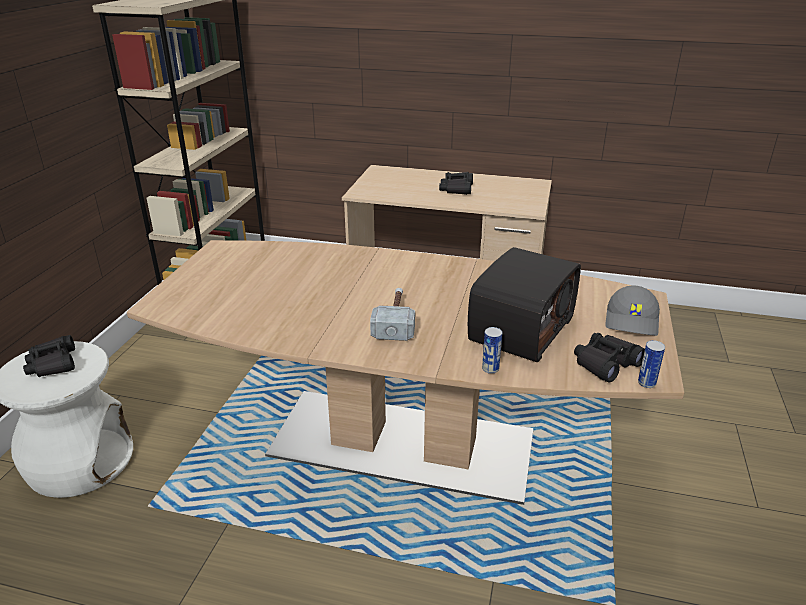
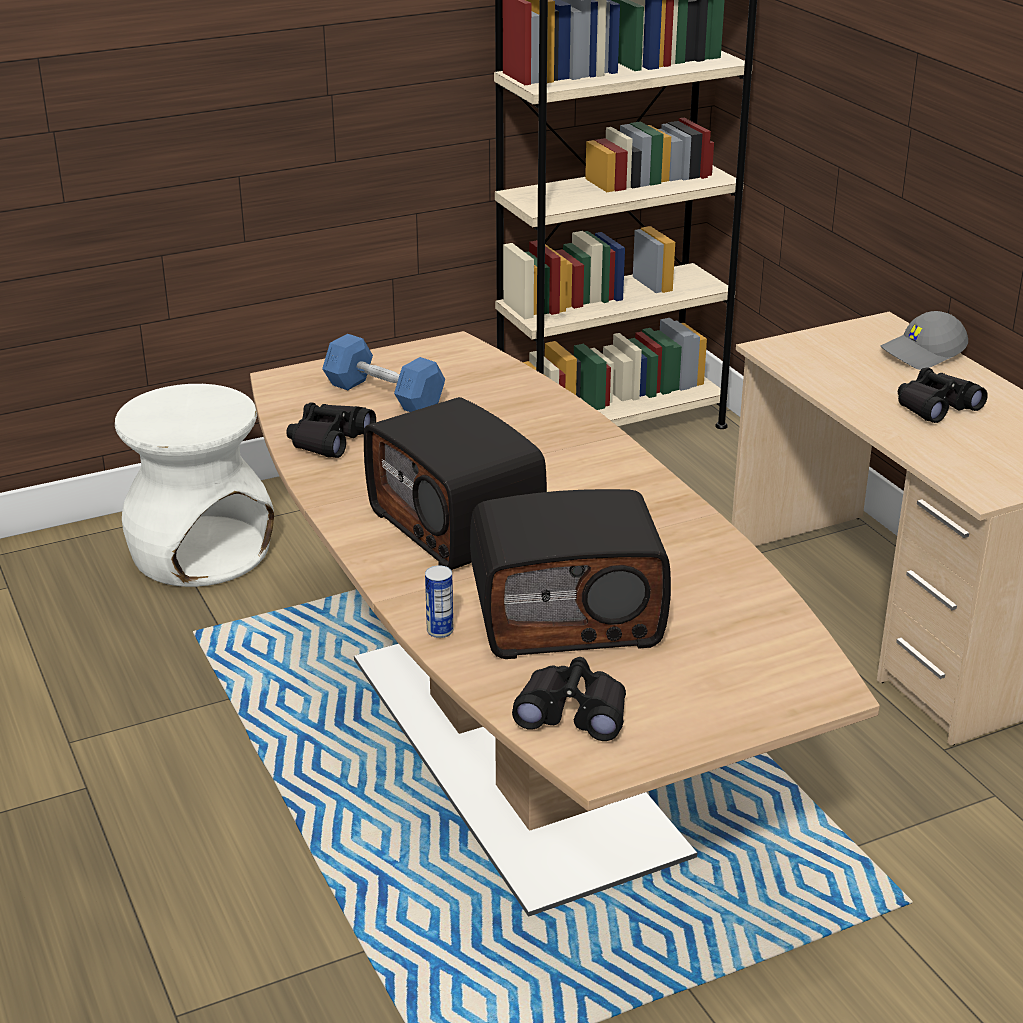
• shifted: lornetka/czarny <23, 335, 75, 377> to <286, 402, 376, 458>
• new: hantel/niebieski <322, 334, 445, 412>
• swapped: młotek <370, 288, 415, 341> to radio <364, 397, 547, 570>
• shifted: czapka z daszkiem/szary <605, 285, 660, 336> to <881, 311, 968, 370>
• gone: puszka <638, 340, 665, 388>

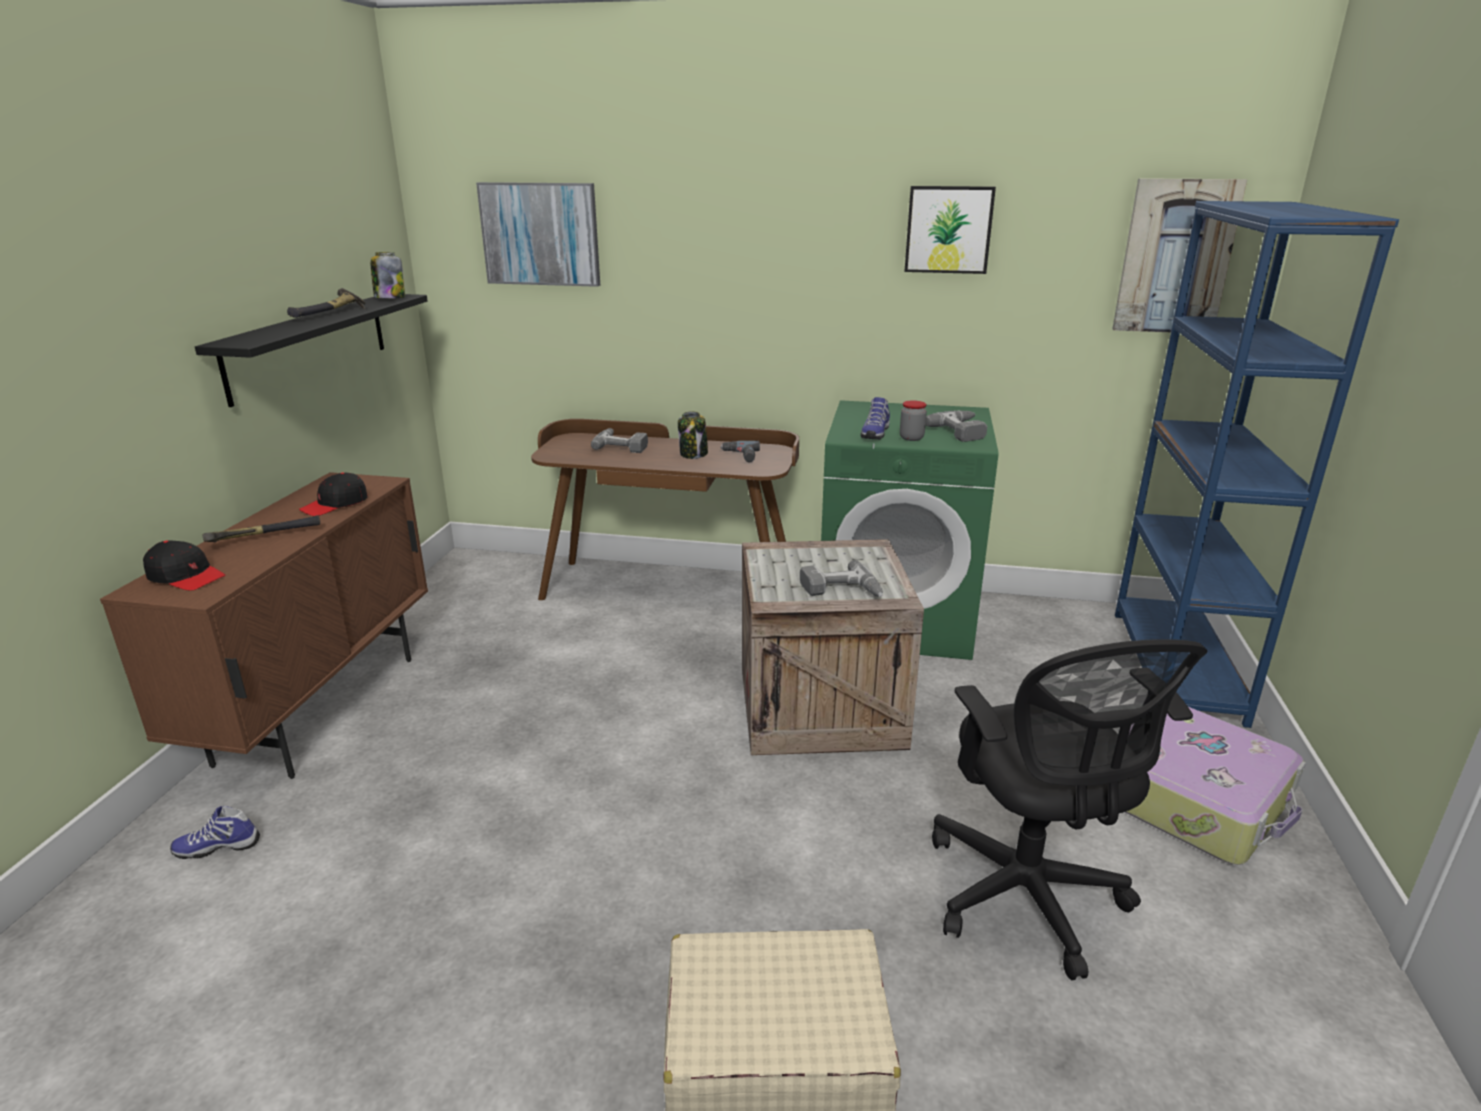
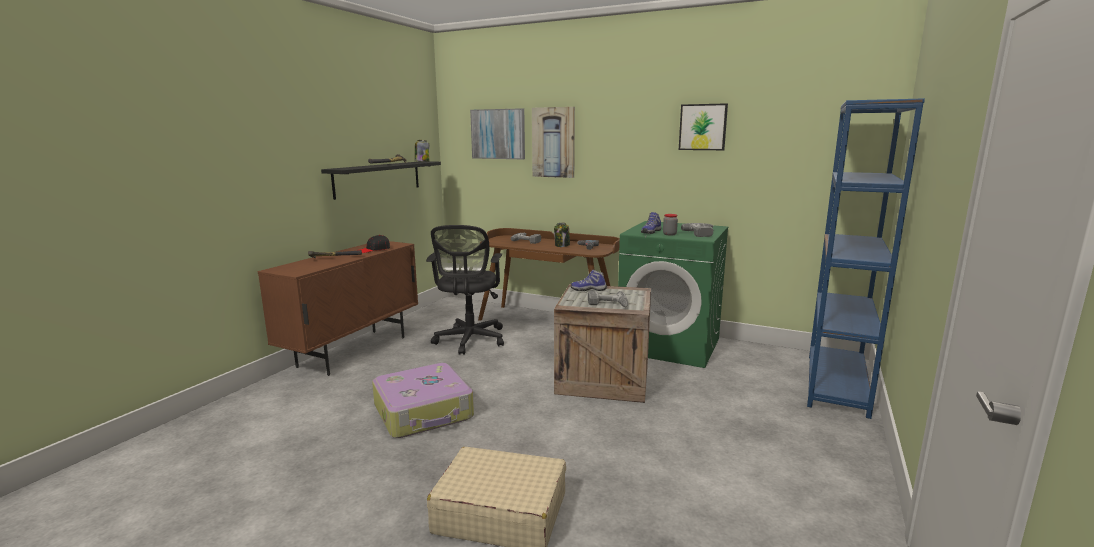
• shifted: walizka <1126, 707, 1306, 865> to <372, 363, 474, 438>
• shifted: krzesło biurowe/czarny <932, 639, 1208, 980> to <426, 225, 504, 355>
• shifted: obraz <1112, 178, 1247, 332> to <532, 107, 575, 178>
• shifted: but <170, 806, 260, 859> to <571, 270, 607, 291>
• gone: czapka z daszkiem/czarny <143, 540, 225, 591>

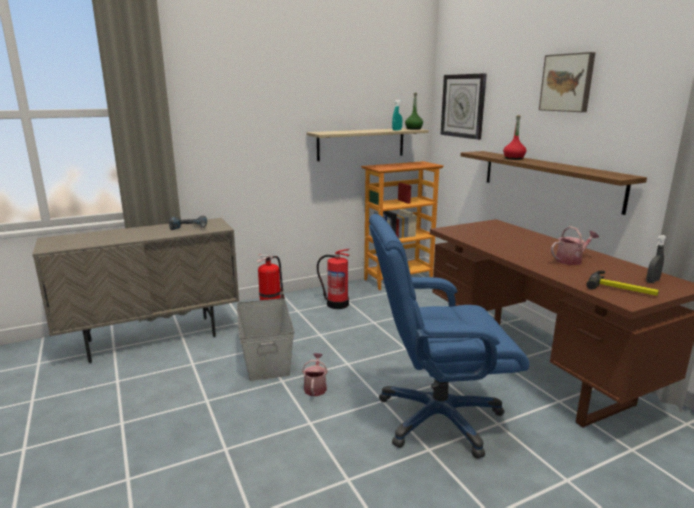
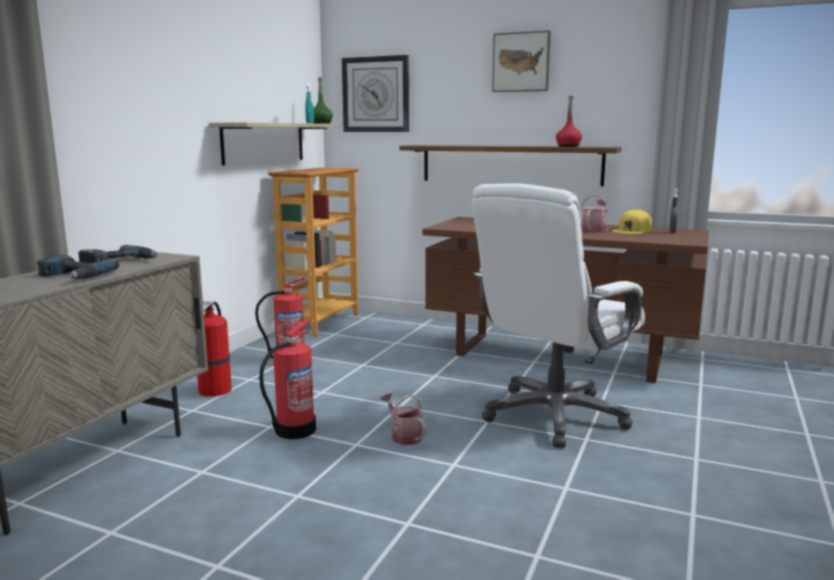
• new: wiertarka <36, 255, 119, 279>
• swapped: pojemnik do przechowywania/szary <237, 298, 294, 381> to gaśnica <259, 320, 316, 439>
• repainted: krzesło biurowe/niebieski <369, 214, 530, 459> to krzesło biurowe/biały <472, 184, 645, 448>
• shifted: butelka/czerwony <503, 115, 526, 160> to <556, 95, 582, 147>
• new: czapka z daszkiem/żółty <612, 209, 652, 234>
• gone: młotek <586, 271, 659, 296>

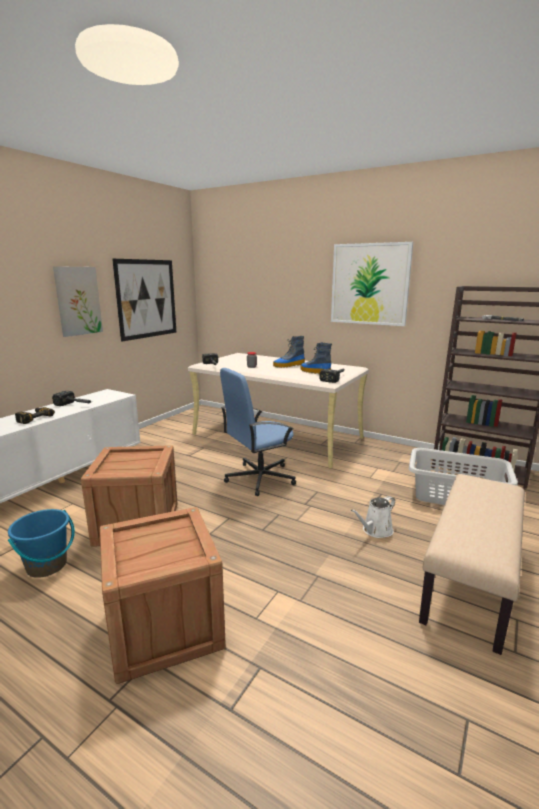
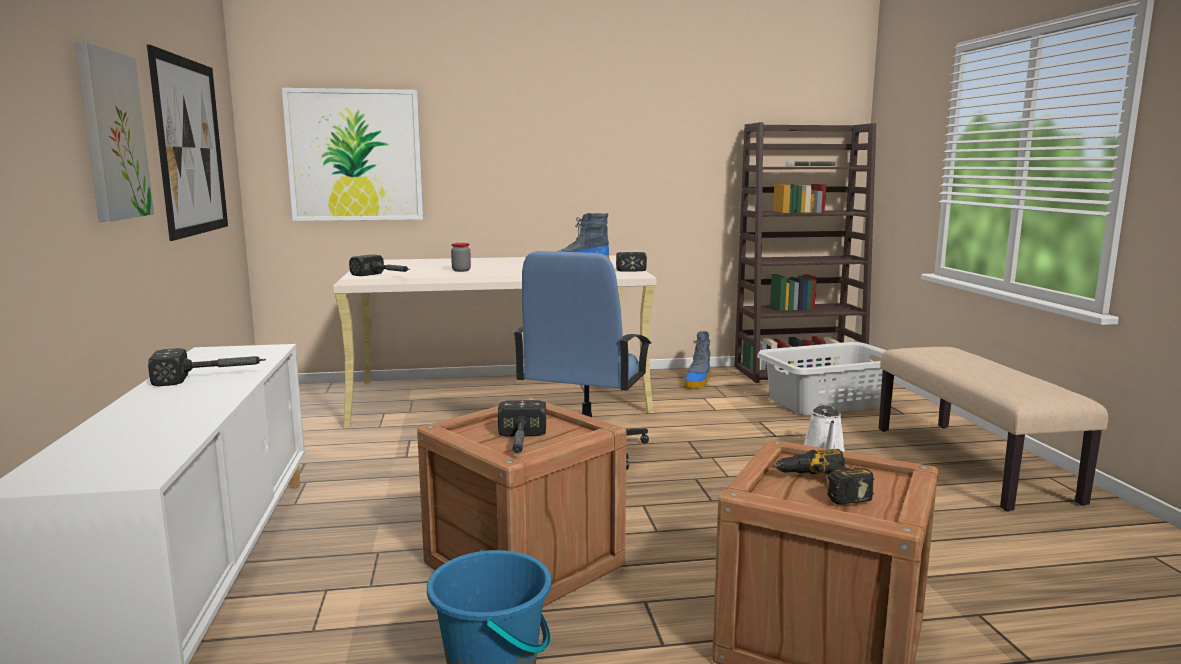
• shifted: obraz <331, 242, 413, 326> to <282, 88, 423, 221>
• new: młotek <498, 400, 546, 453>
• shifted: but z cholewką <273, 336, 305, 368> to <684, 331, 711, 389>
• shifted: wiertarka <15, 407, 55, 424> to <773, 449, 875, 504>

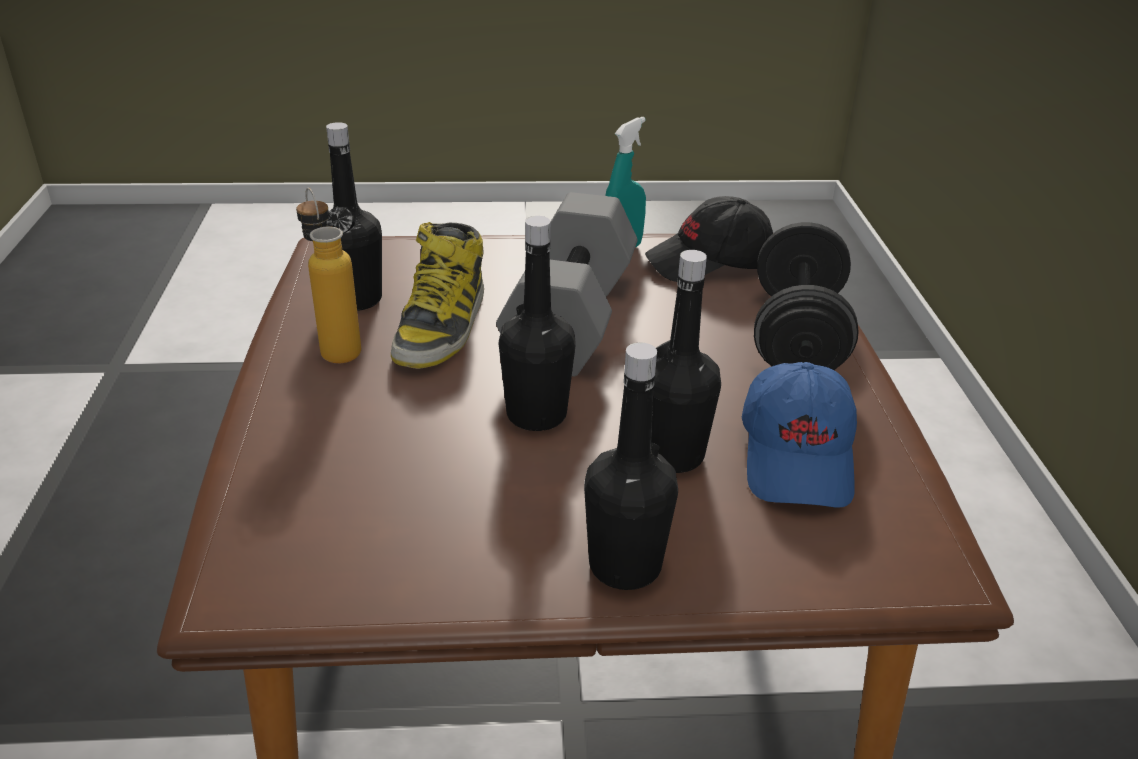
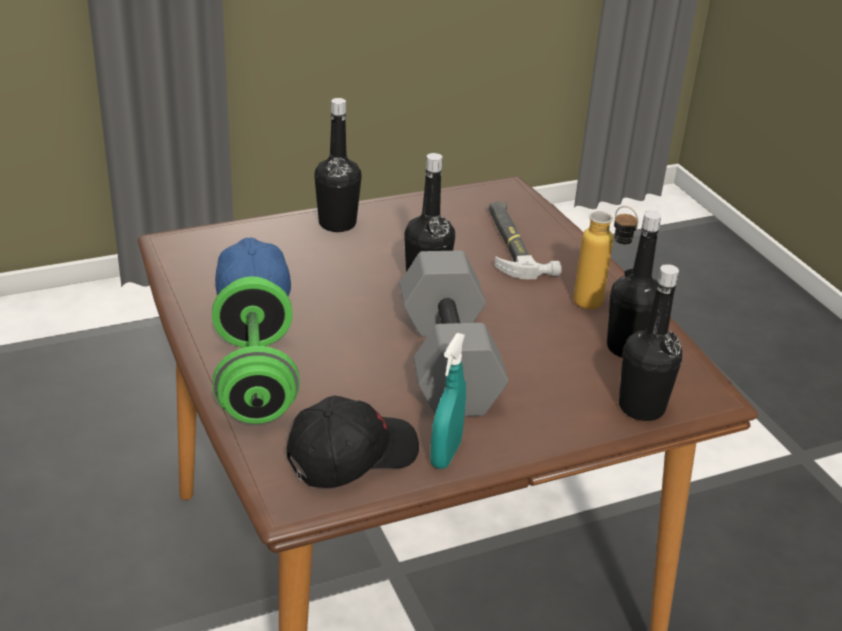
• repainted: hantel/czarny <754, 222, 859, 370> to hantel/zielony <212, 276, 300, 424>
• new: młotek <489, 202, 561, 279>
• shifted: butelka/czarny <651, 250, 721, 473> to <619, 264, 682, 421>
• gone: but z cholewką <391, 222, 484, 369>

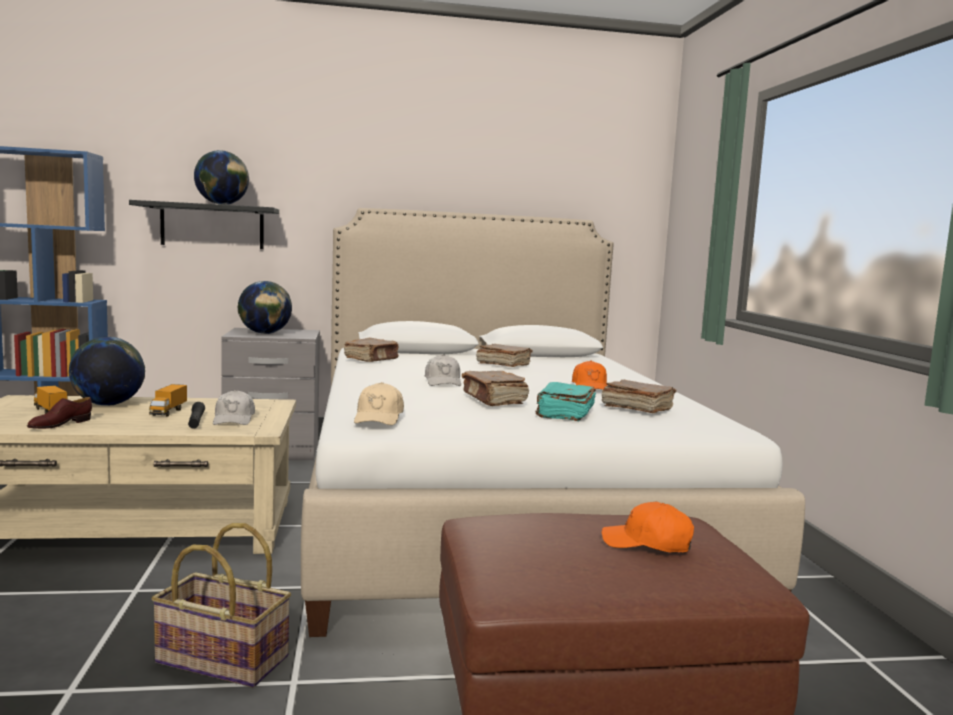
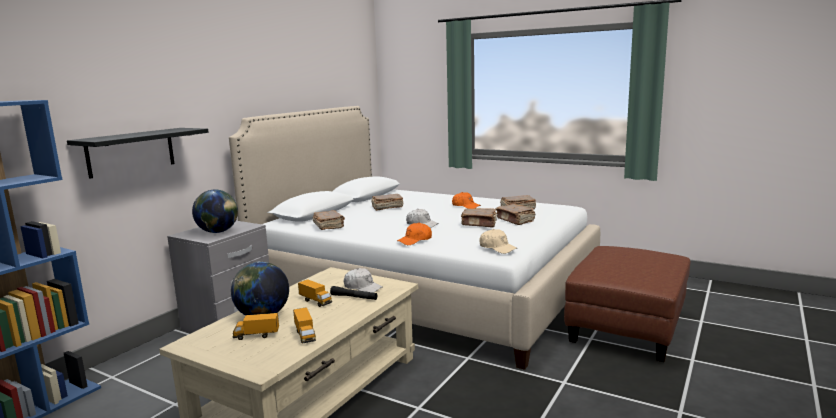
• swapped: but/brązowy <27, 397, 92, 429> to ciężarówka zabawkowa <293, 307, 316, 344>
• shifted: czapka z daszkiem/pomarańczowy <602, 502, 694, 552> to <397, 222, 432, 245>
• repainted: książka/turkusowy <536, 382, 596, 421> to książka/brązowy <496, 204, 535, 225>
• gone: koszyk <151, 523, 291, 687>
• gone: globus <194, 150, 249, 205>

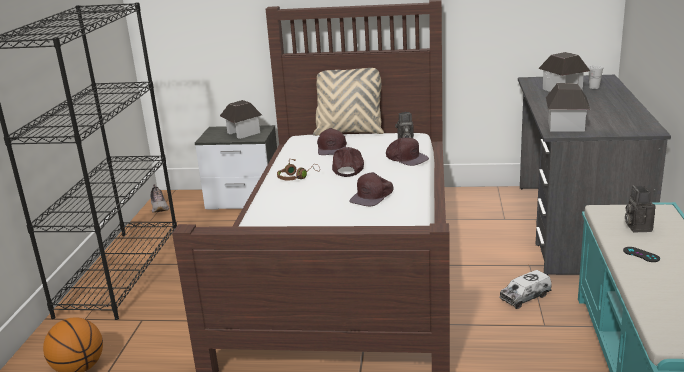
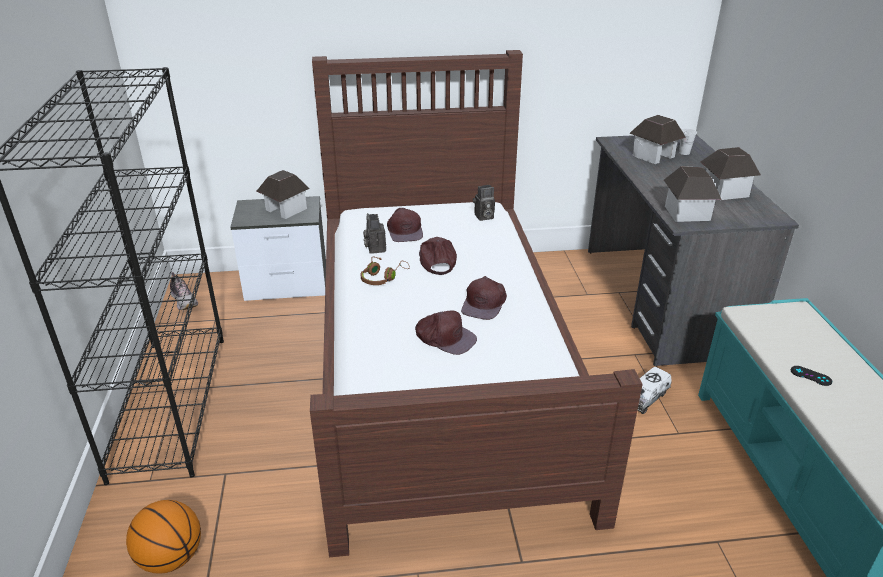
• shifted: aparat fotograficzny <625, 185, 655, 232> to <363, 213, 386, 254>
• shifted: czapka z daszkiem/brązowy <386, 137, 429, 166> to <415, 310, 477, 355>
• new: domek <700, 147, 761, 200>
• gone: poduszka/beżowy <313, 68, 384, 136>

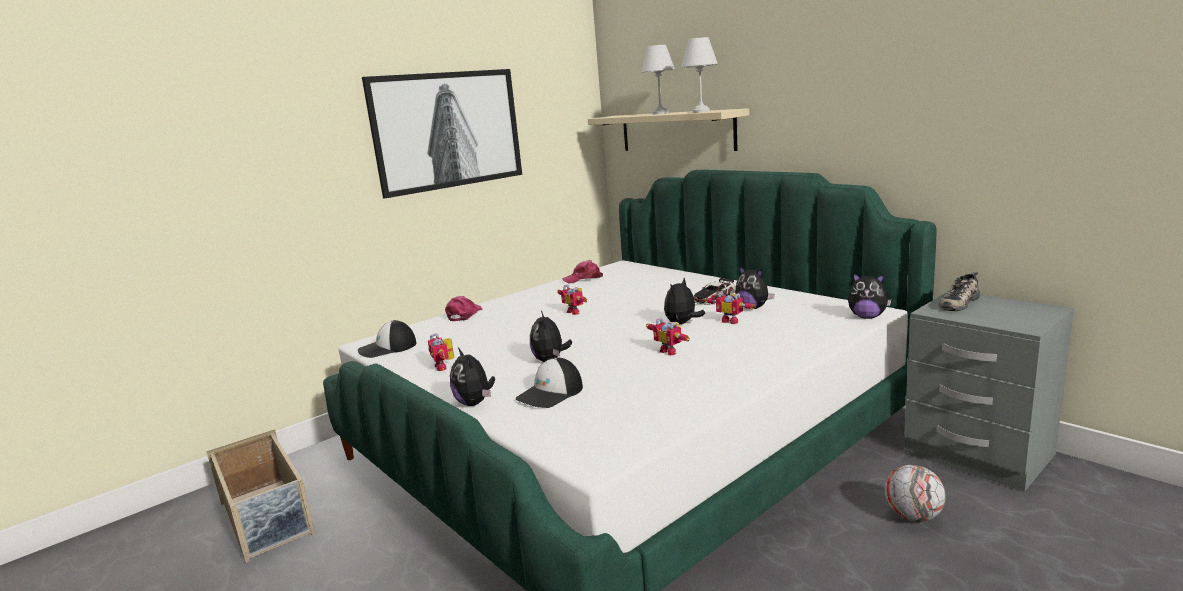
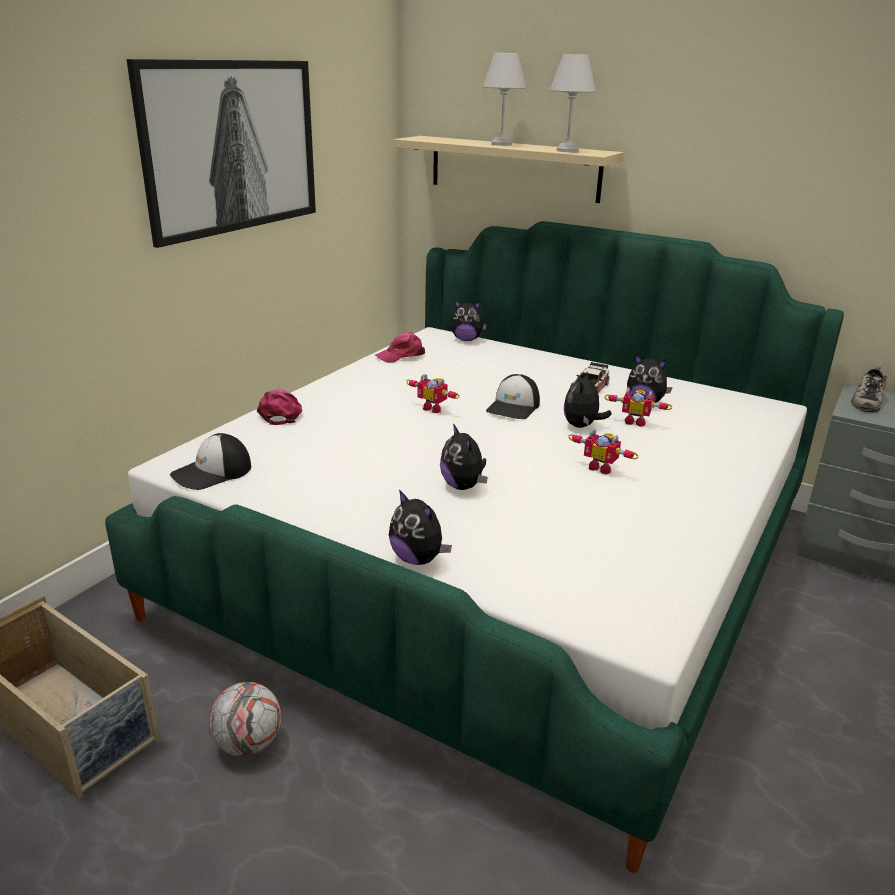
• shifted: piłka futbolowa <885, 465, 946, 522> to <209, 682, 281, 756>
• shifted: pluszak <848, 273, 892, 319> to <451, 300, 487, 341>
• shifted: czapka z daszkiem <516, 357, 583, 408> to <486, 374, 540, 419>
• gone: robot zabawkowy <428, 333, 454, 371>

